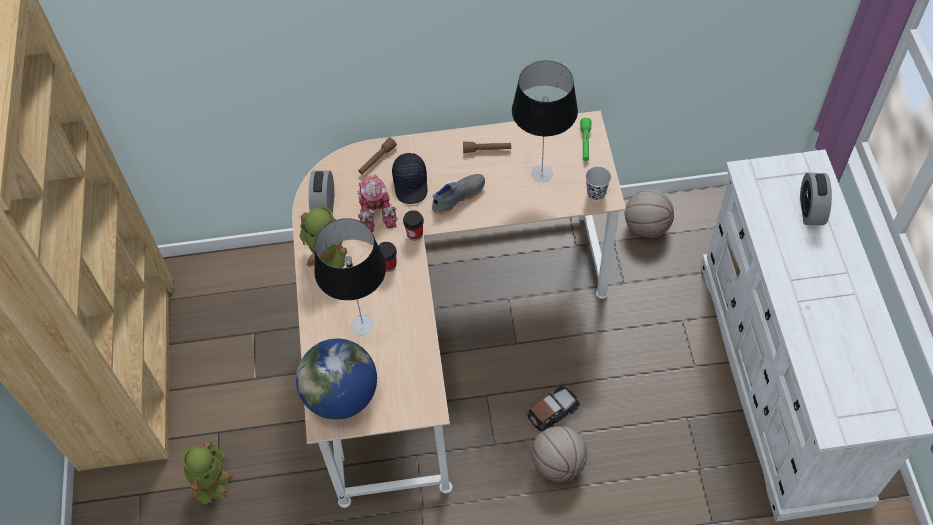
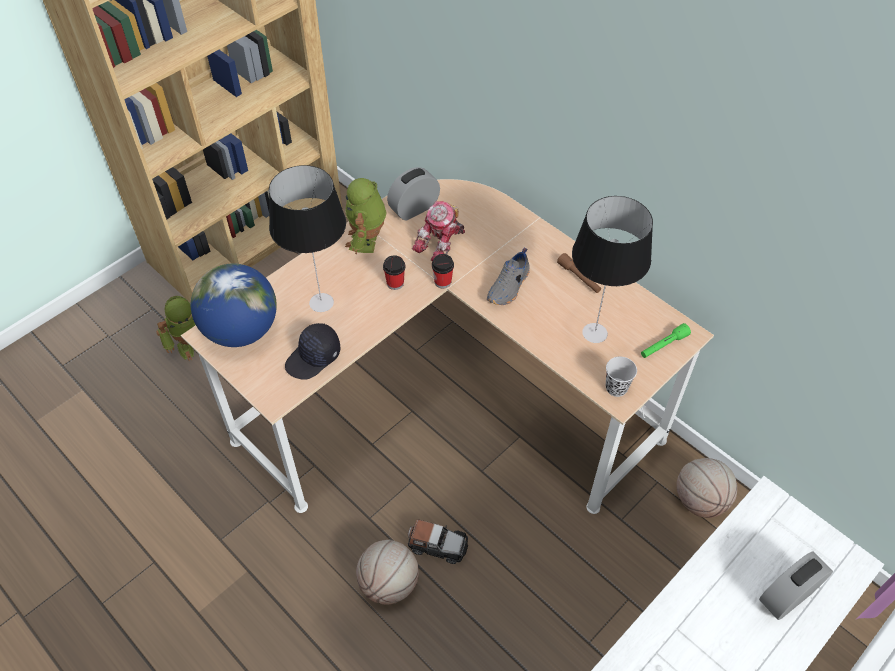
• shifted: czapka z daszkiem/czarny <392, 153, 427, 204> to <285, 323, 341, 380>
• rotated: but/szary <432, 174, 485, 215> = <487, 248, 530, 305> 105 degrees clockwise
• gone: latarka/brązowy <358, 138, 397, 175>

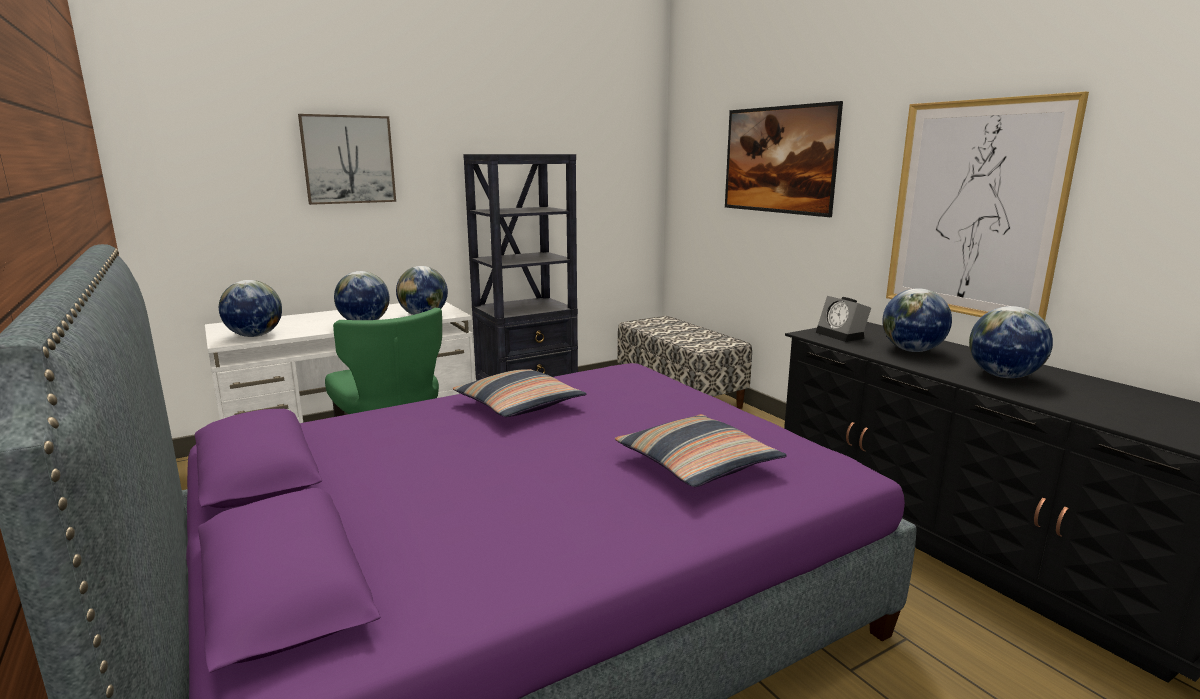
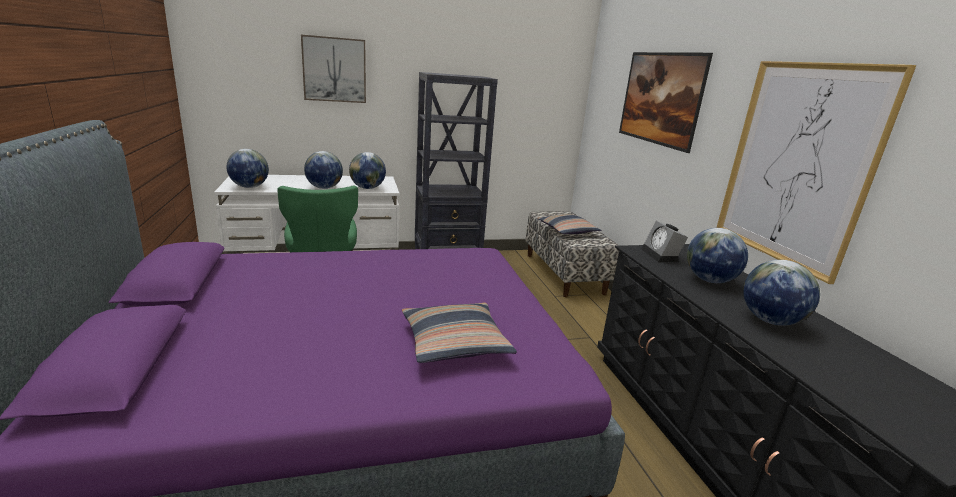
• shifted: poduszka <452, 369, 587, 417> to <537, 214, 602, 234>

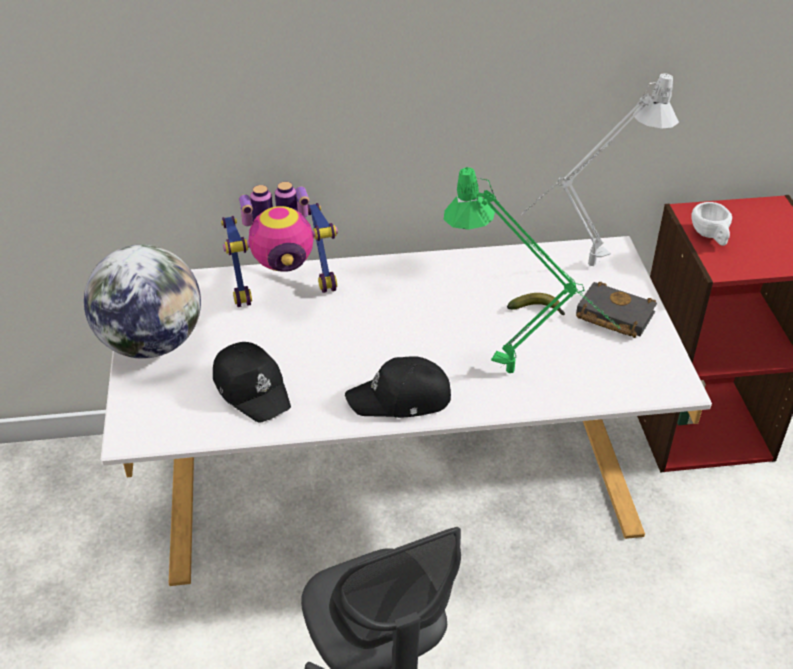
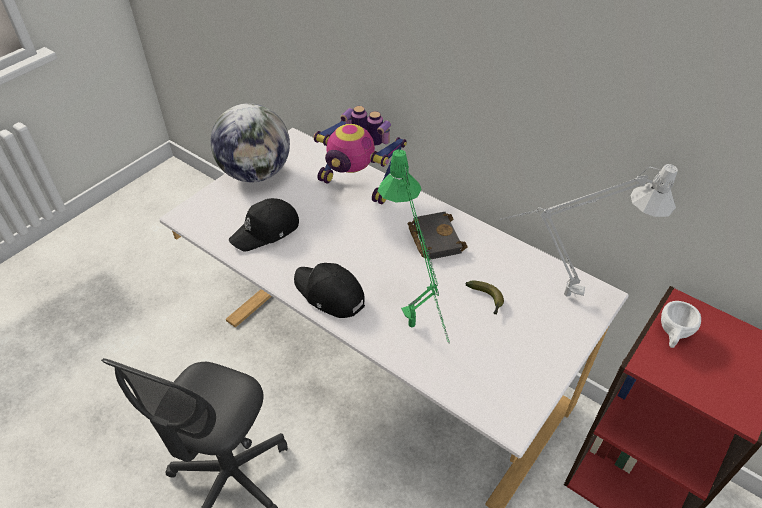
• rotated: czapka z daszkiem/czarny <213, 342, 291, 423> = <229, 198, 299, 252> 45 degrees clockwise
• shifted: książka/czarny <576, 282, 657, 338> to <408, 212, 468, 259>

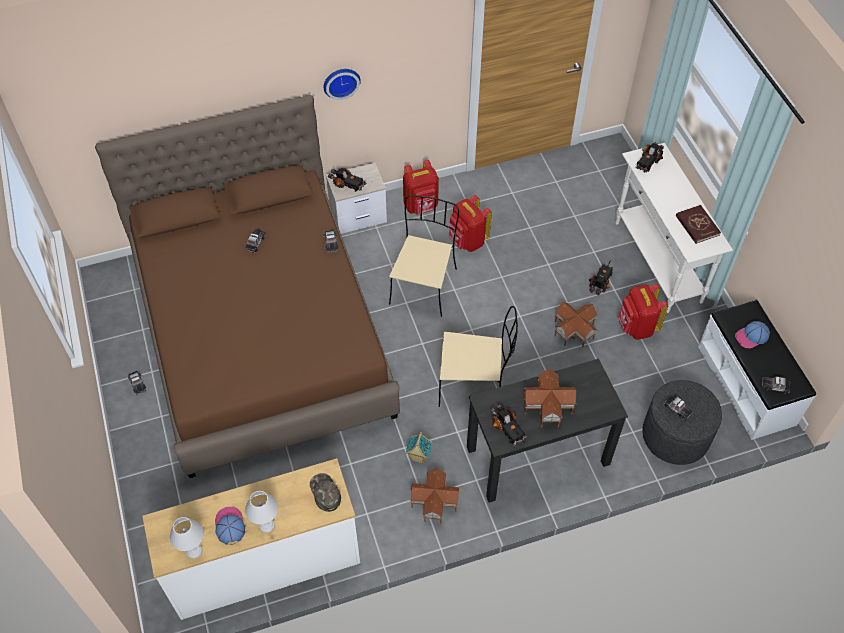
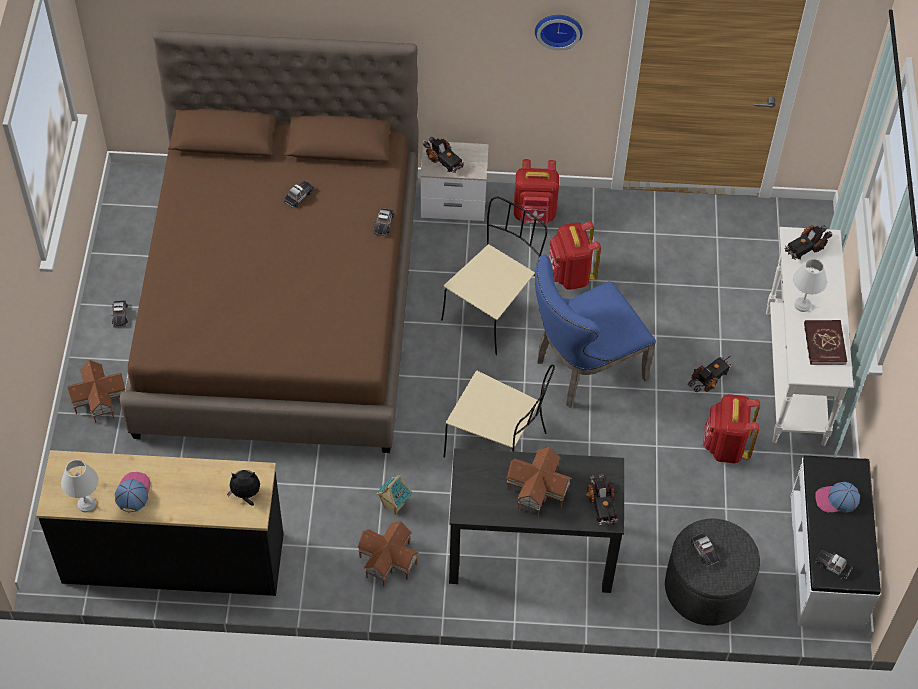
• repainted: komoda/biały <142, 458, 360, 620> to komoda/czarny <36, 450, 284, 596>
• shifted: domek <554, 302, 597, 347> to <67, 360, 126, 423>
• swapped: czapka z daszkiem/zielony <310, 473, 341, 512> to pluszak <227, 470, 260, 506>
• shifted: zegar ścienny <324, 69, 361, 100> to <535, 15, 582, 51>
• new: krzesło/niebieski <535, 255, 656, 408>
• shifted: ciężarówka zabawkowa <490, 404, 527, 446> to <585, 473, 618, 526>
• shifted: lampa stołowa/biały <245, 491, 278, 533> to <793, 259, 827, 312>

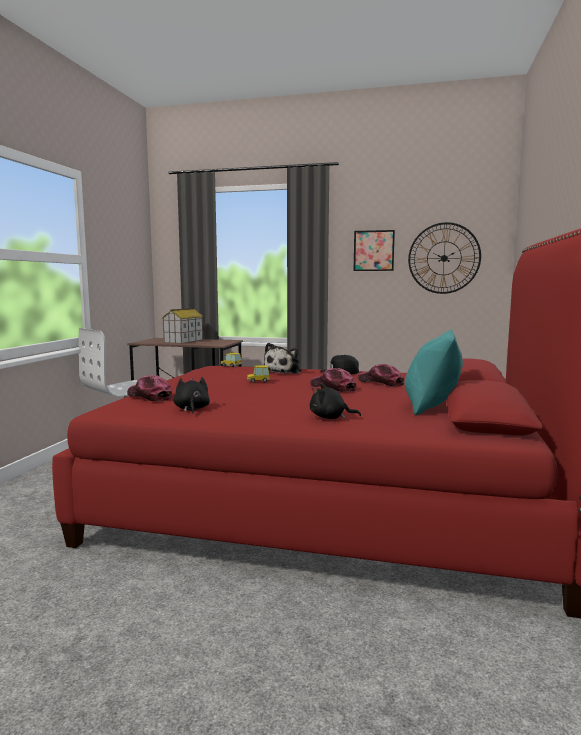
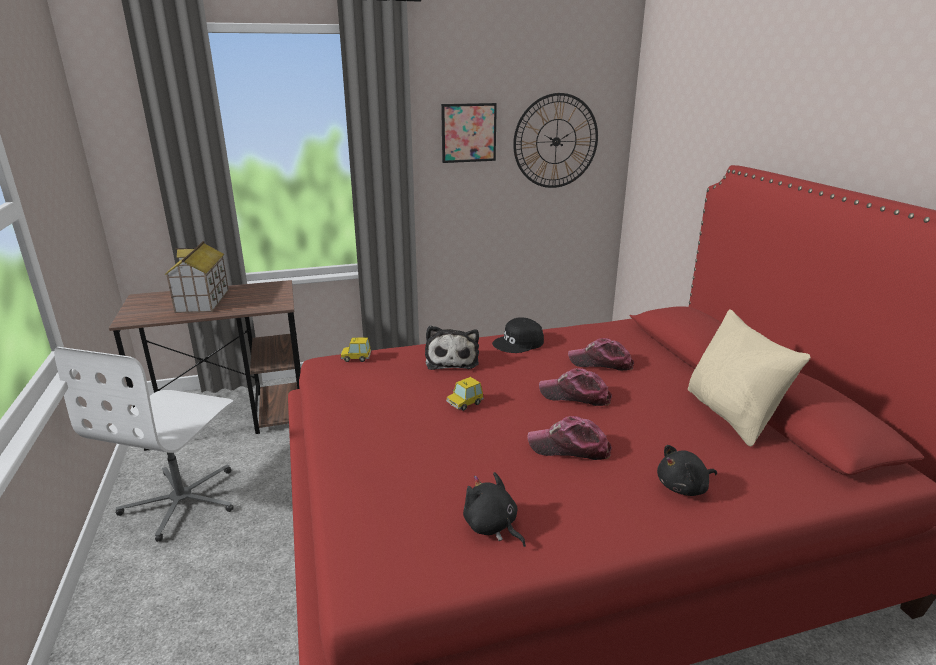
• shifted: czapka z daszkiem <127, 375, 172, 402> to <528, 416, 611, 460>
• repainted: poduszka/turkusowy <404, 329, 463, 415> to poduszka/beżowy <688, 309, 810, 446>

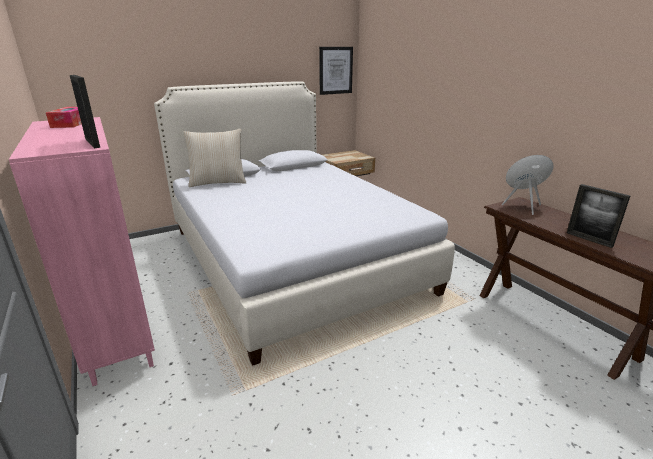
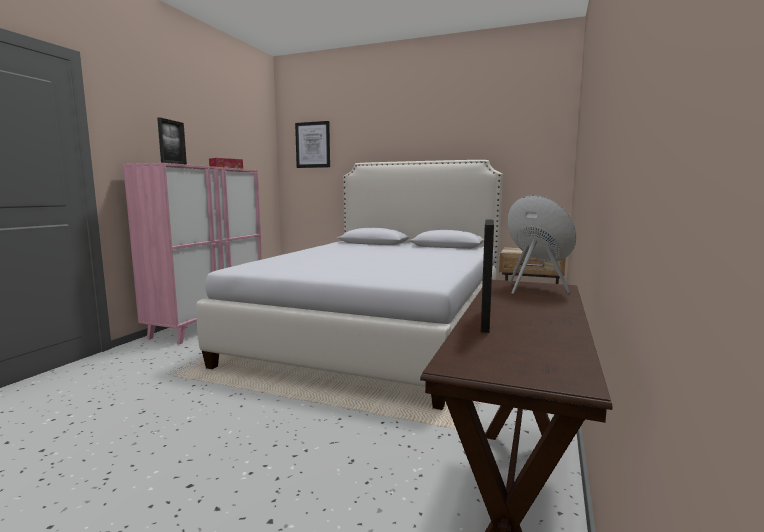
• shifted: obraz <319, 47, 353, 95> to <295, 121, 330, 168>
• gone: poduszka/beżowy <183, 129, 246, 187>

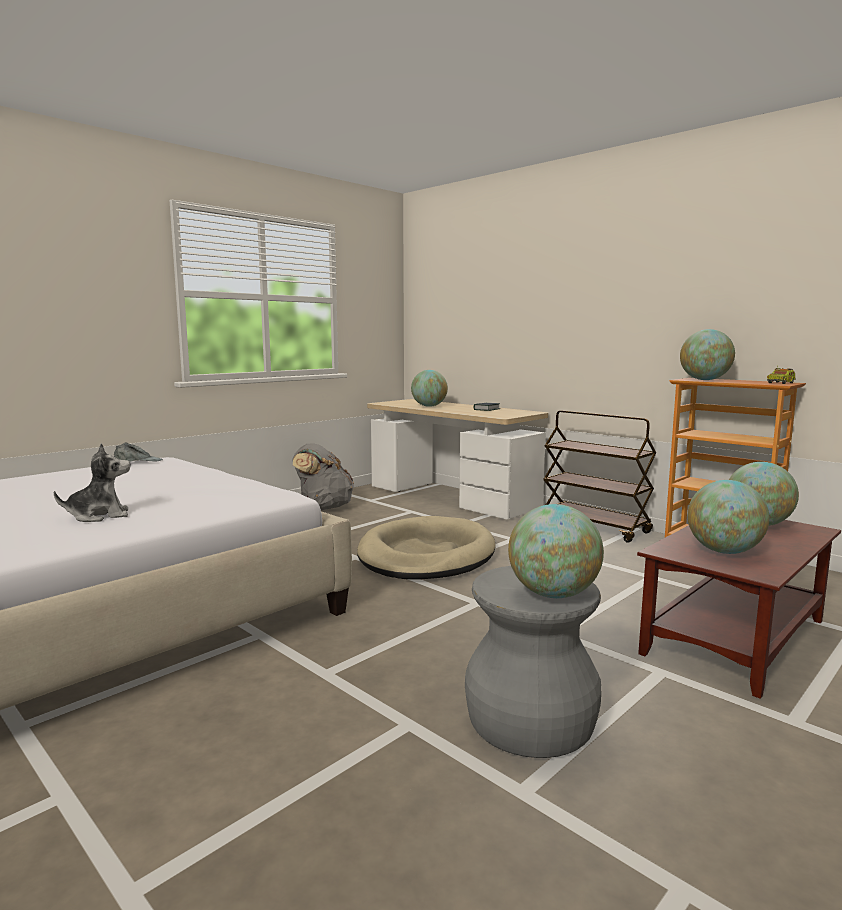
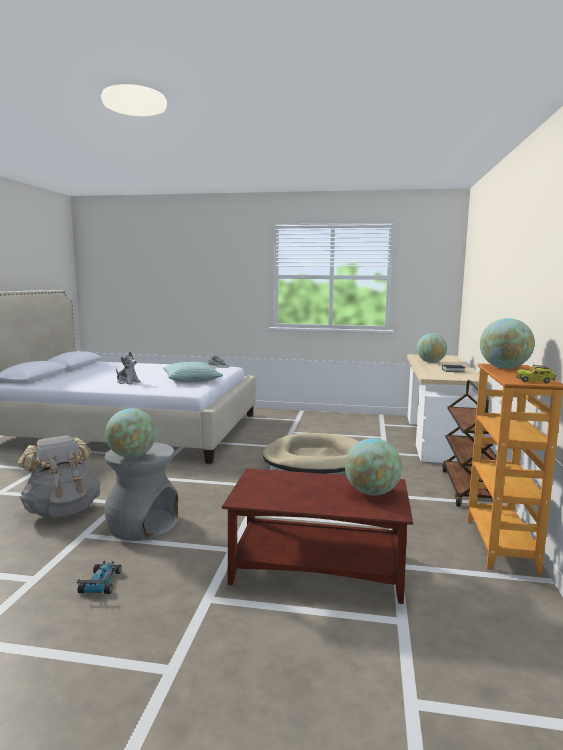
• shifted: plecak/szary <292, 443, 354, 510> to <18, 435, 101, 518>
• new: samochodzik <77, 561, 122, 594>
• new: poduszka <163, 362, 223, 382>
• gone: globus <688, 480, 769, 554>

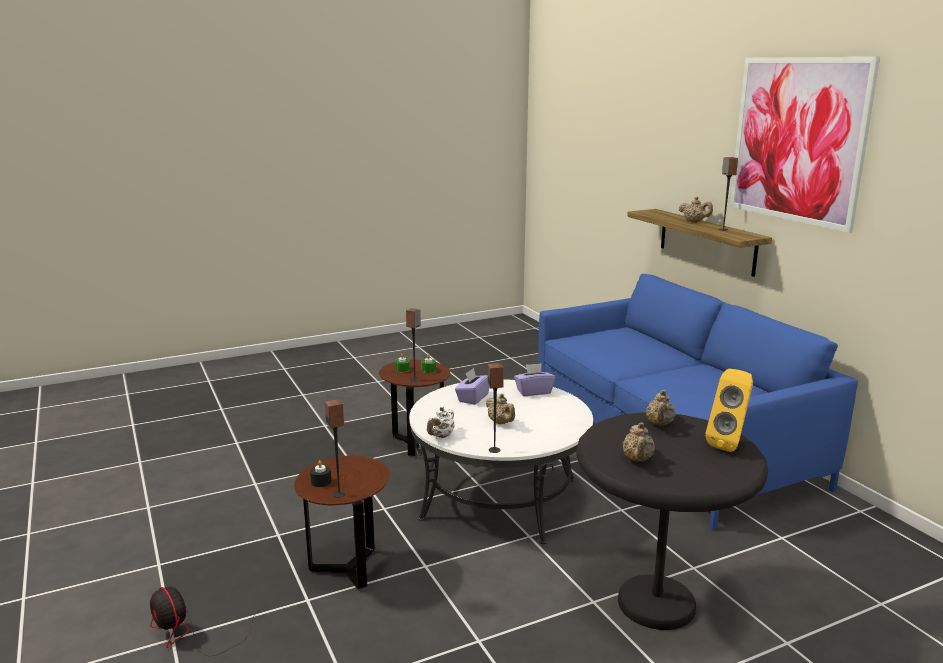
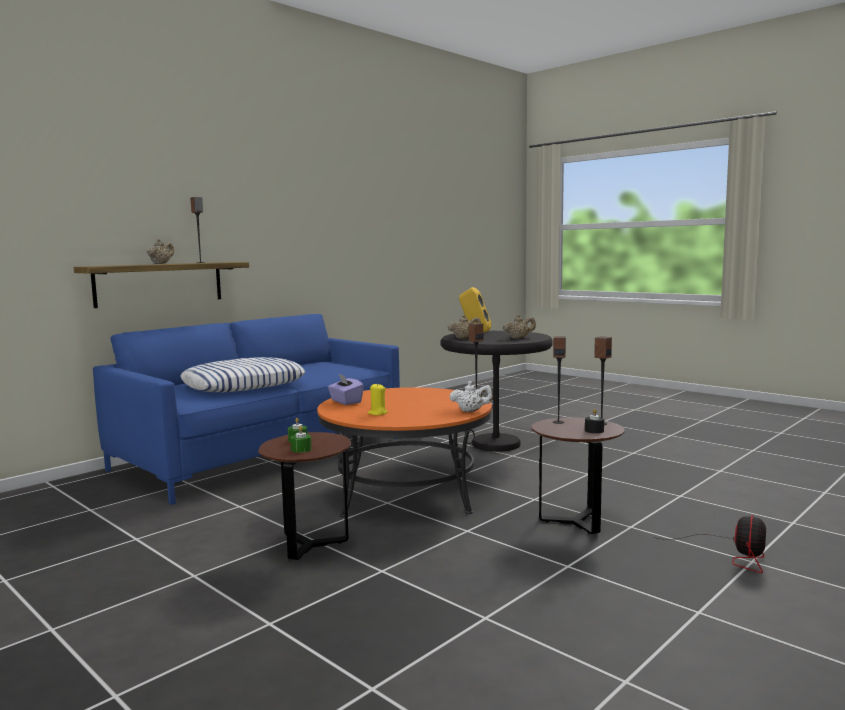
• new: poduszka <180, 357, 305, 392>
• repainted: ława/biały <409, 379, 593, 544> to ława/pomarańczowy <317, 387, 492, 517>
• swapped: pudełko chusteczek/fioletowy <455, 368, 490, 405> to świeca/żółty <368, 383, 388, 415>
• shifted: głośnik <406, 308, 421, 382> to <553, 336, 566, 424>
• gone: imbryk/beżowy <486, 393, 515, 424>
• gone: obraz <730, 57, 880, 233>

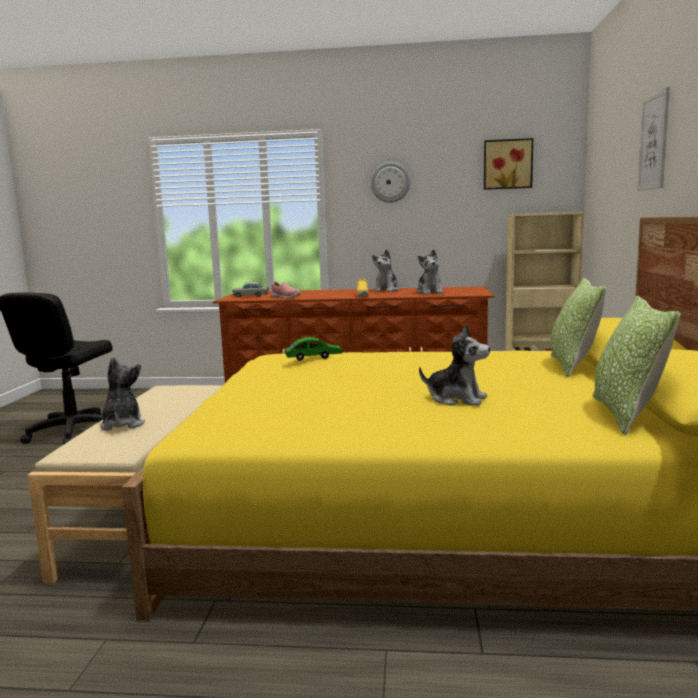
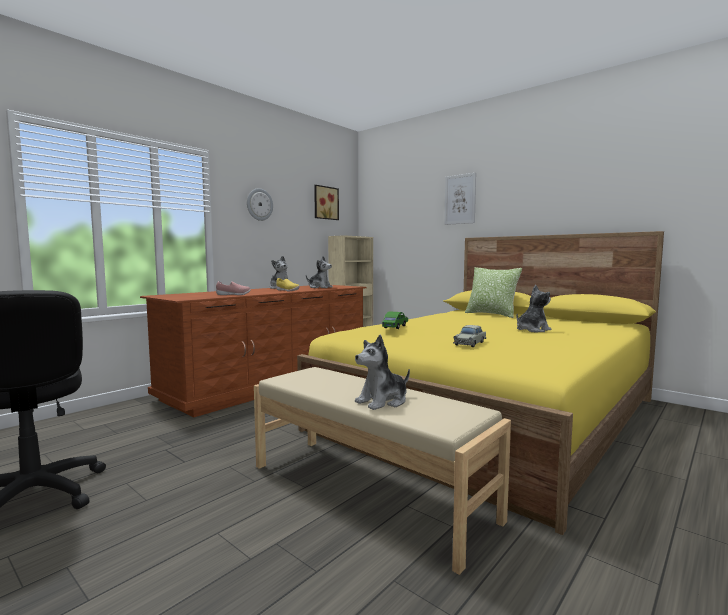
• rotated: pluszak <100, 357, 145, 431> = <355, 335, 410, 410> 60 degrees counterclockwise
• shifted: samochodzik/beżowy <232, 282, 269, 297> to <453, 325, 486, 347>
• gone: poduszka <592, 296, 681, 435>

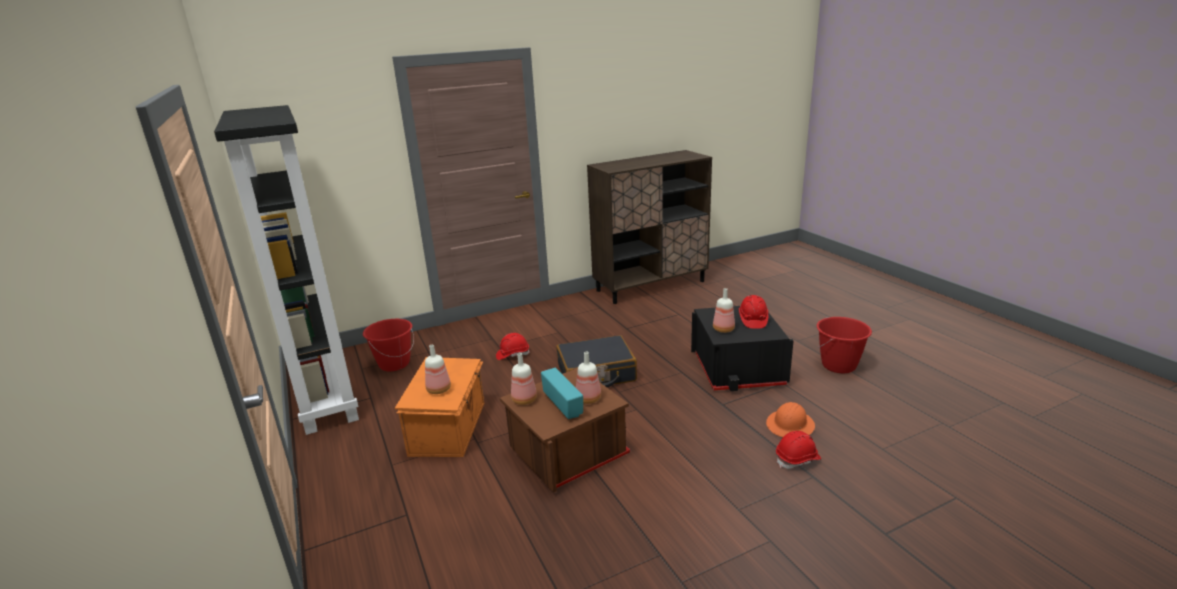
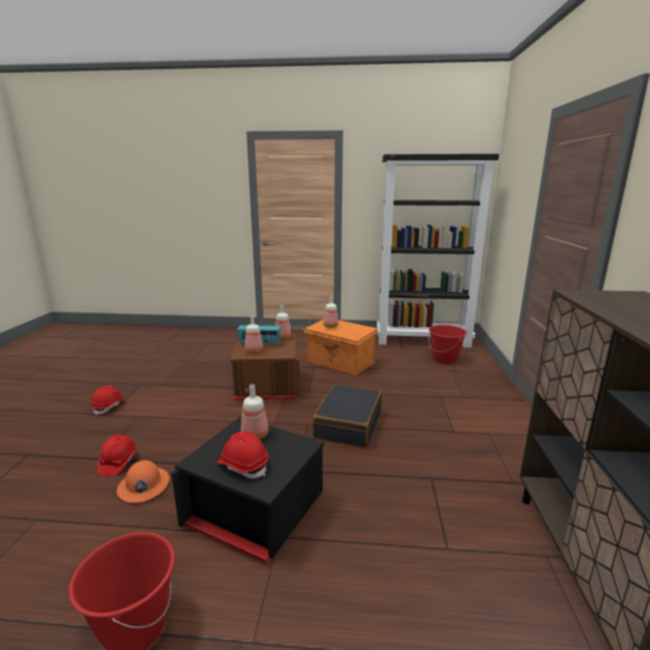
• shifted: kask/czerwony <496, 333, 530, 360> to <90, 385, 125, 415>

